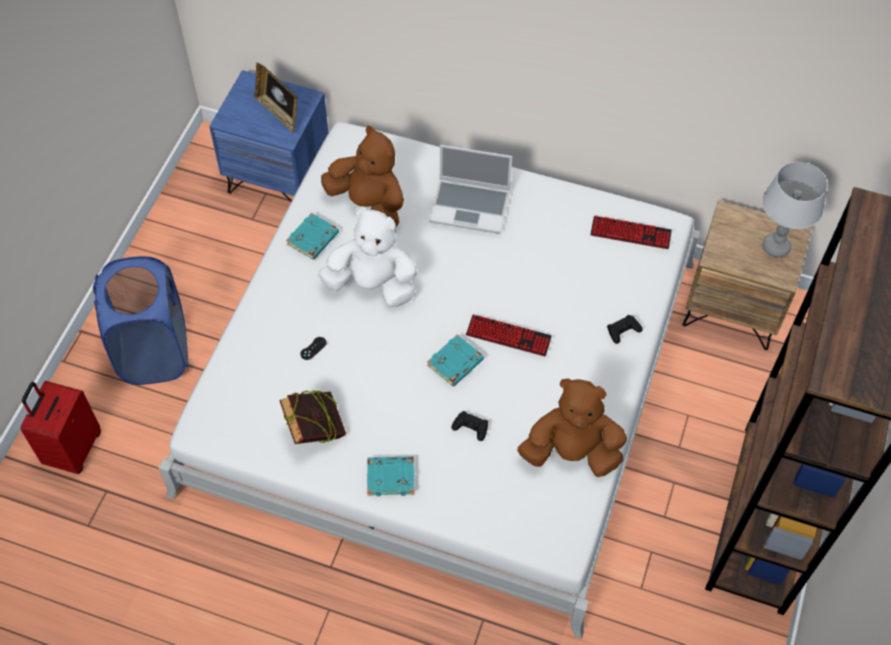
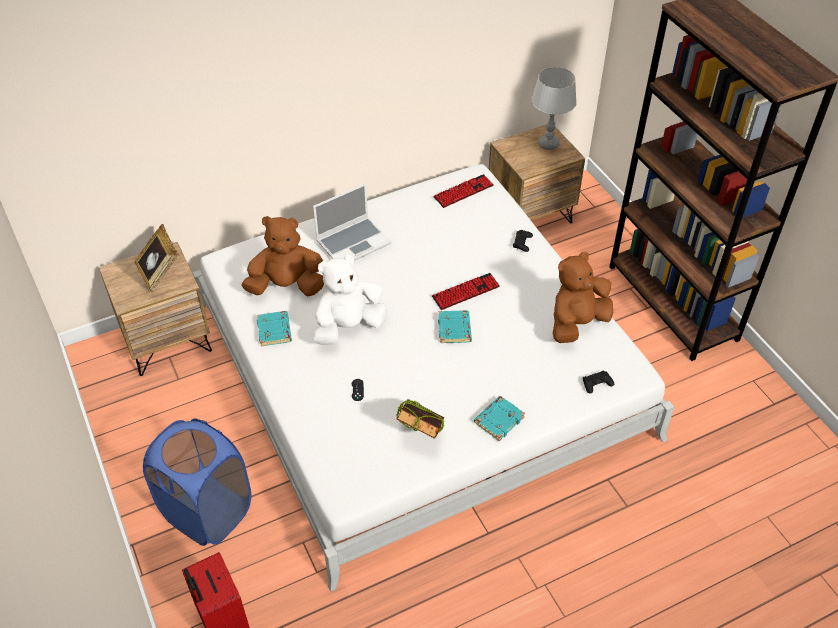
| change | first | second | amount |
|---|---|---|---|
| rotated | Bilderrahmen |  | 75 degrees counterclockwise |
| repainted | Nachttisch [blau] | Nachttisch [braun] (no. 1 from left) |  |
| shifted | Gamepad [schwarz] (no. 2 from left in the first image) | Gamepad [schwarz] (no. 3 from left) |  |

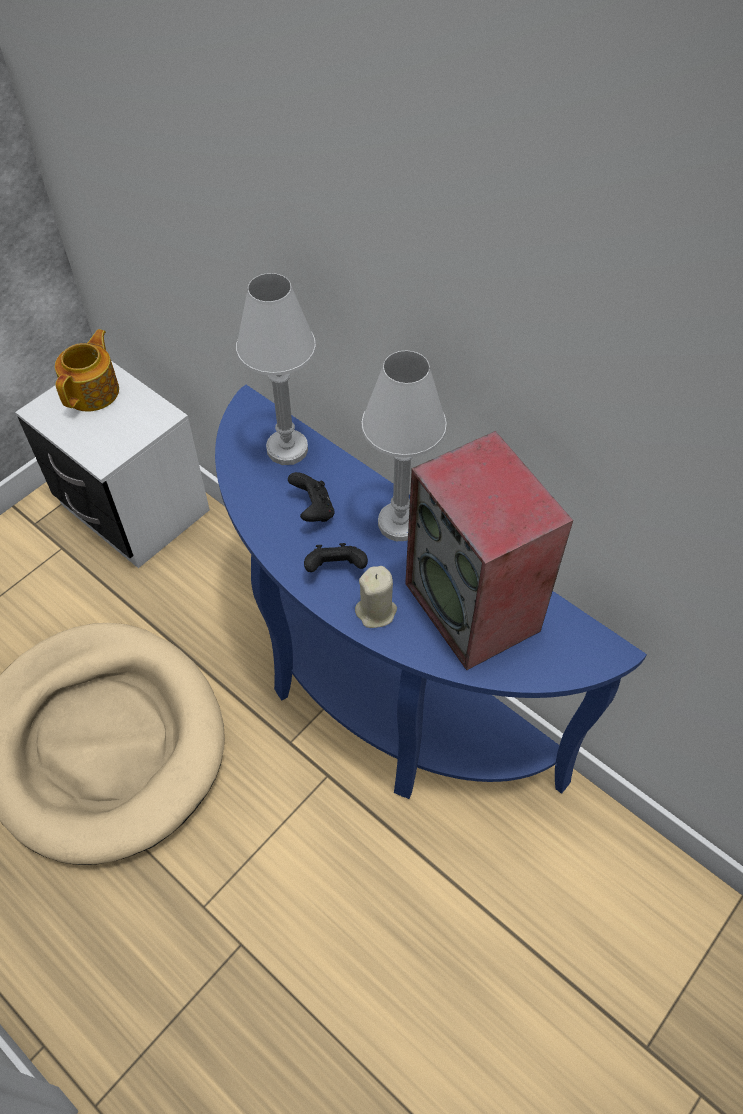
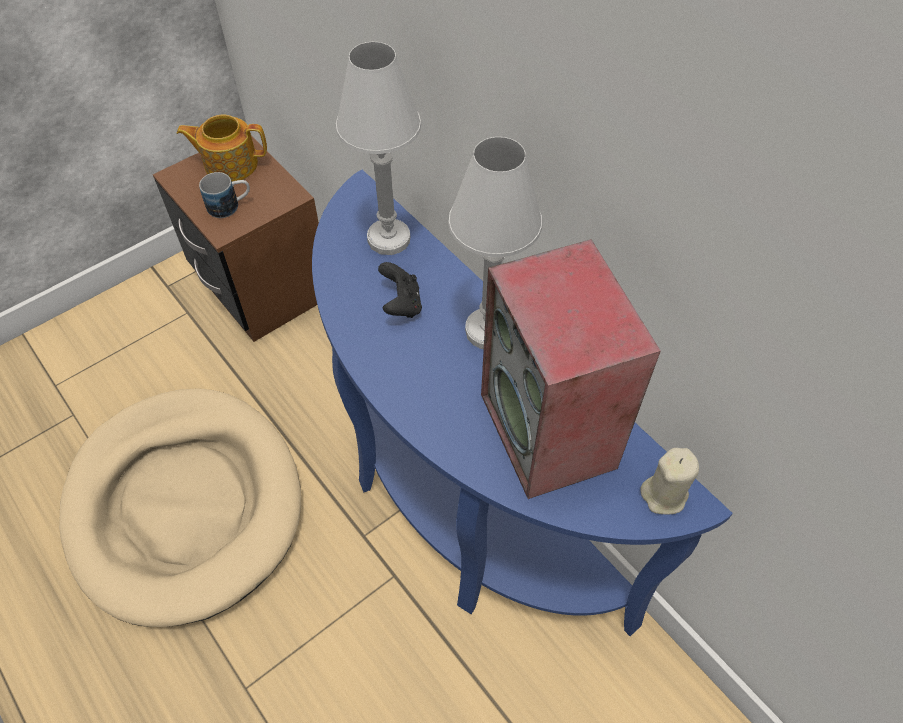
| change | first | second | amount |
|---|---|---|---|
| rotated | Teekanne |  | 120 degrees counterclockwise |
| repainted | Nachttisch [weiß] | Nachttisch [braun] |  |
| gone | Gamepad [schwarz] (no. 2 from left) |  |  |
| shifted | Kerze [beige] |  |  |
| new |  | Henkelbecher |  |

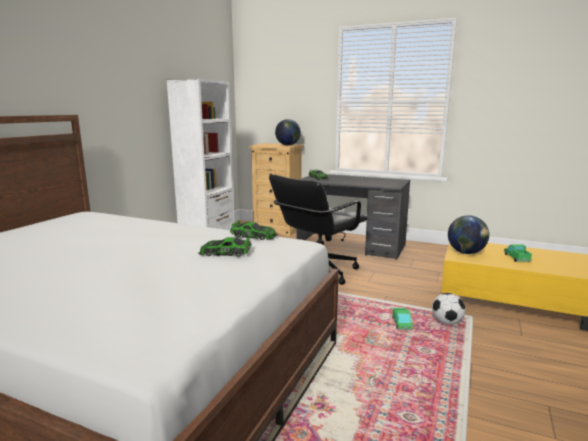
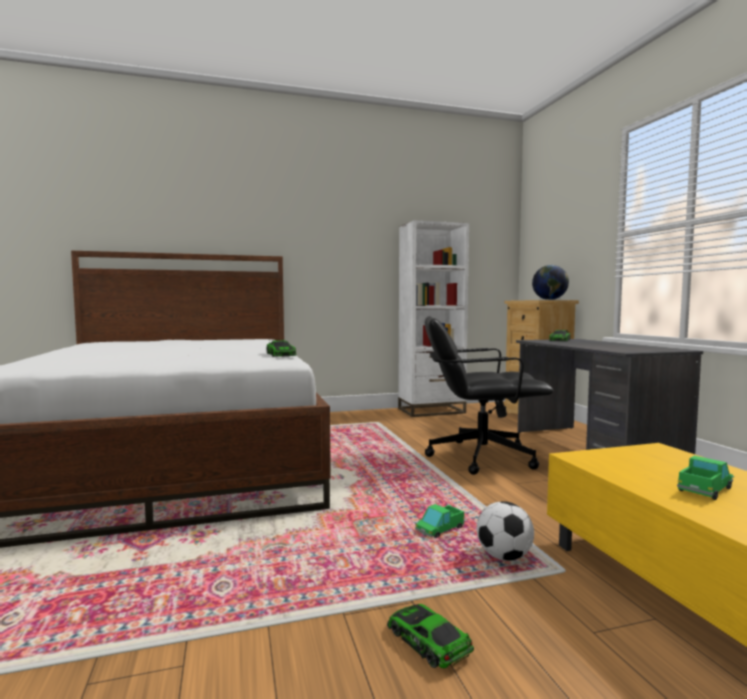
| change | first | second | amount |
|---|---|---|---|
| gone | Globus (no. 2 from left) |  |  |
| shifted | Spielzeugauto (no. 1 from left in the first image) | Spielzeugauto (no. 2 from left) |  |

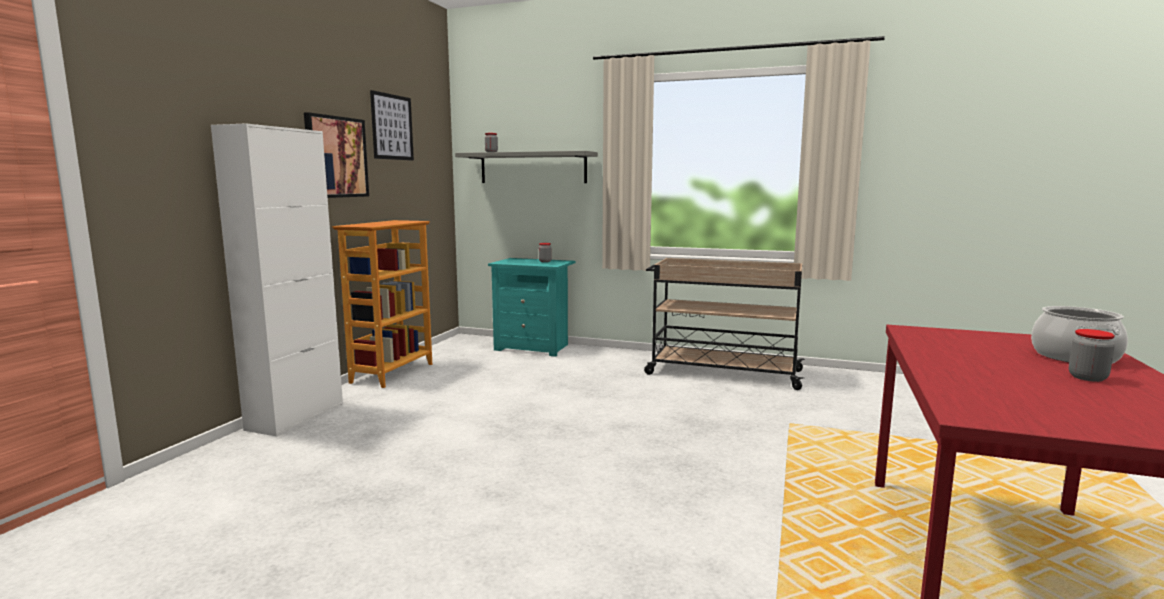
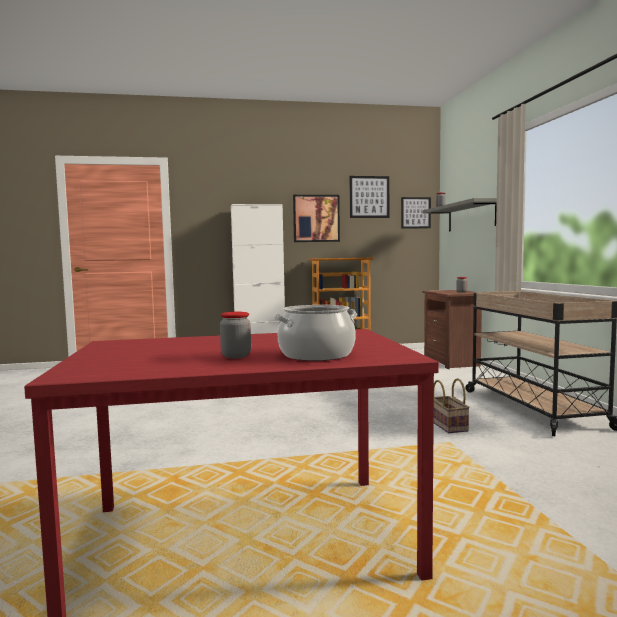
| change | first | second | amount |
|---|---|---|---|
| repainted | Nachttisch [türkis] | Nachttisch [braun] |  |
| new |  | Bild (no. 3 from left) |  |
| new |  | Korb |  |

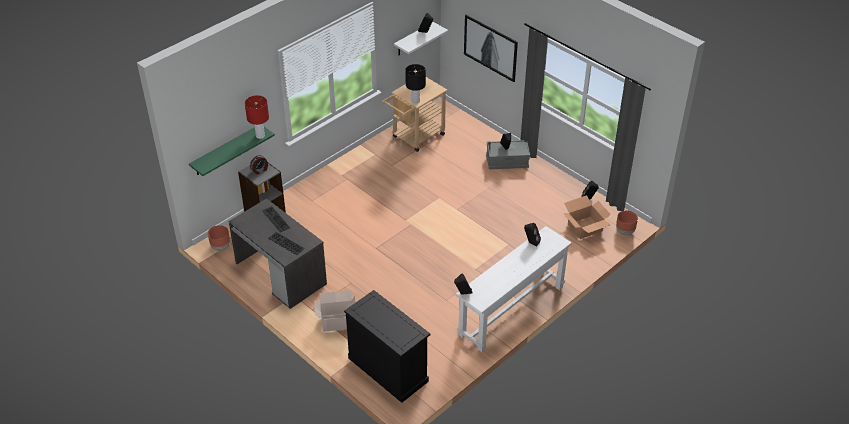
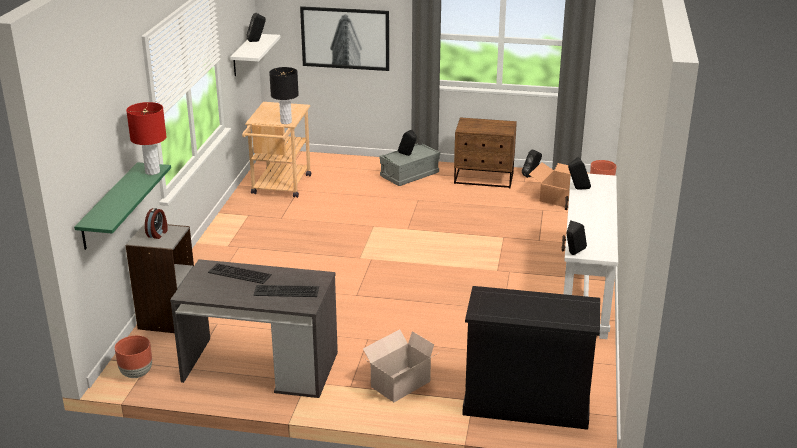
| change | first | second | amount |
|---|---|---|---|
| new |  | Nachttisch [braun] |  |

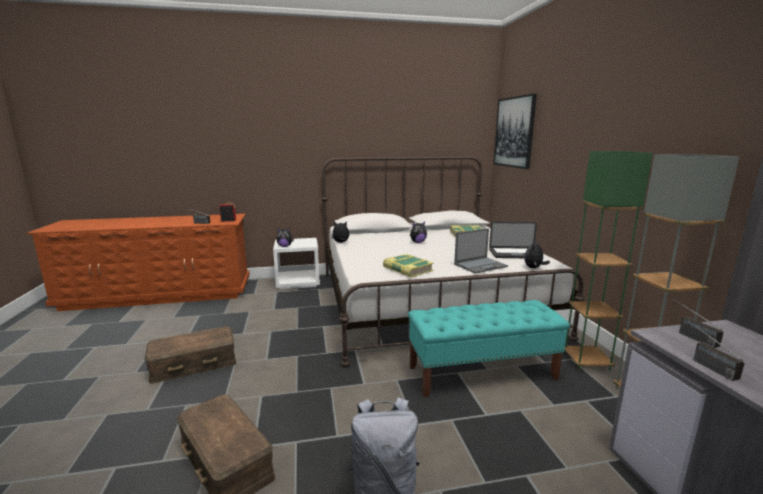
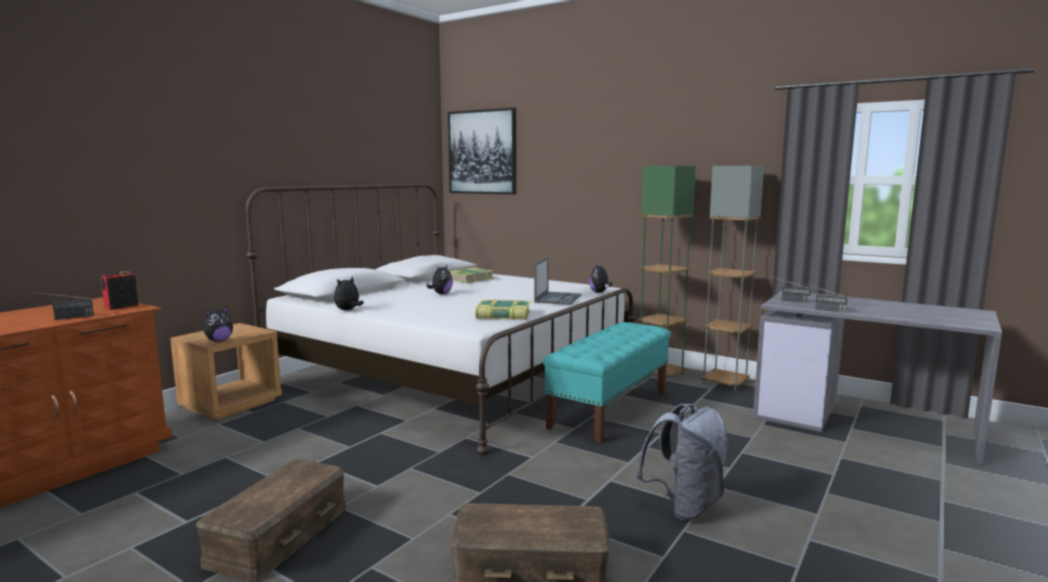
| change | first | second | amount |
|---|---|---|---|
| gone | Laptop (no. 2 from left) |  |  |
| repainted | Nachttisch [weiß] | Nachttisch [braun] |  |

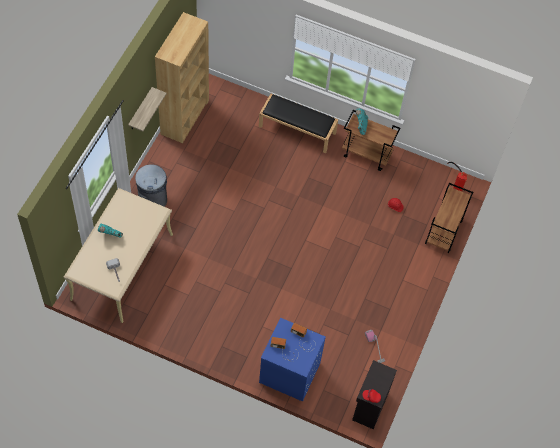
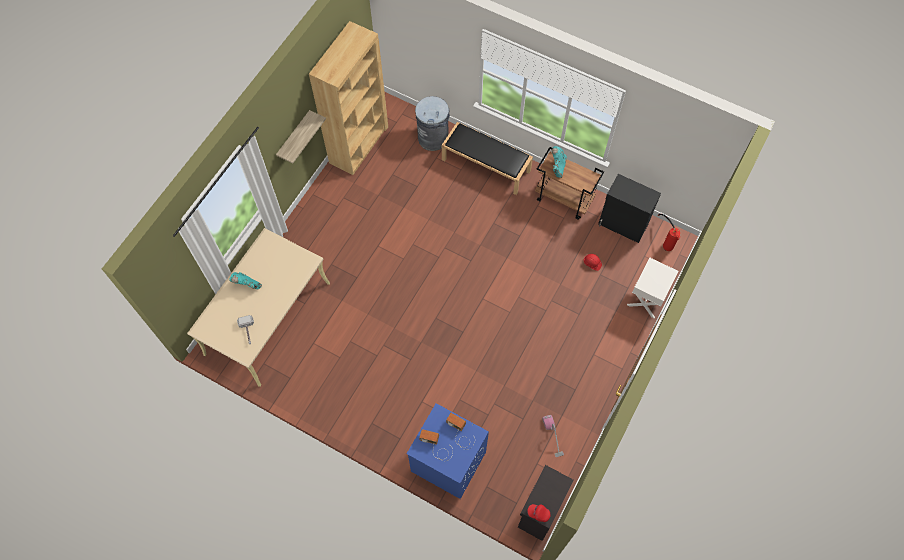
| change | first | second | amount |
|---|---|---|---|
| shifted | Mülleimer [grau] |  |  |
| swapped | Rollwagen [braun] (no. 2 from left) | Nachttisch [weiß] |  |
| new |  | Schrank [schwarz] (no. 2 from left) |  |

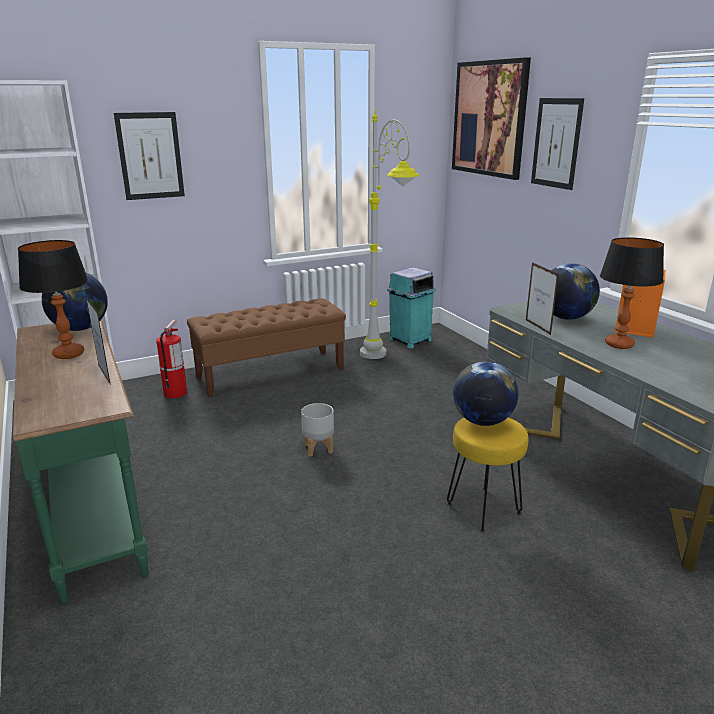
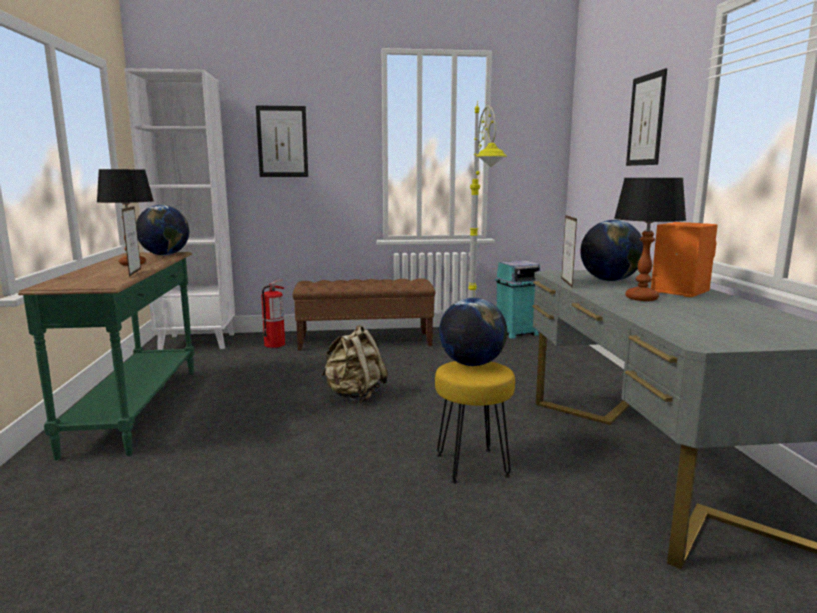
| change | first | second | amount |
|---|---|---|---|
| gone | Bild (no. 2 from left) |  |  |
| swapped | Pflanzkübel [grau] | Rucksack [beige] |  |

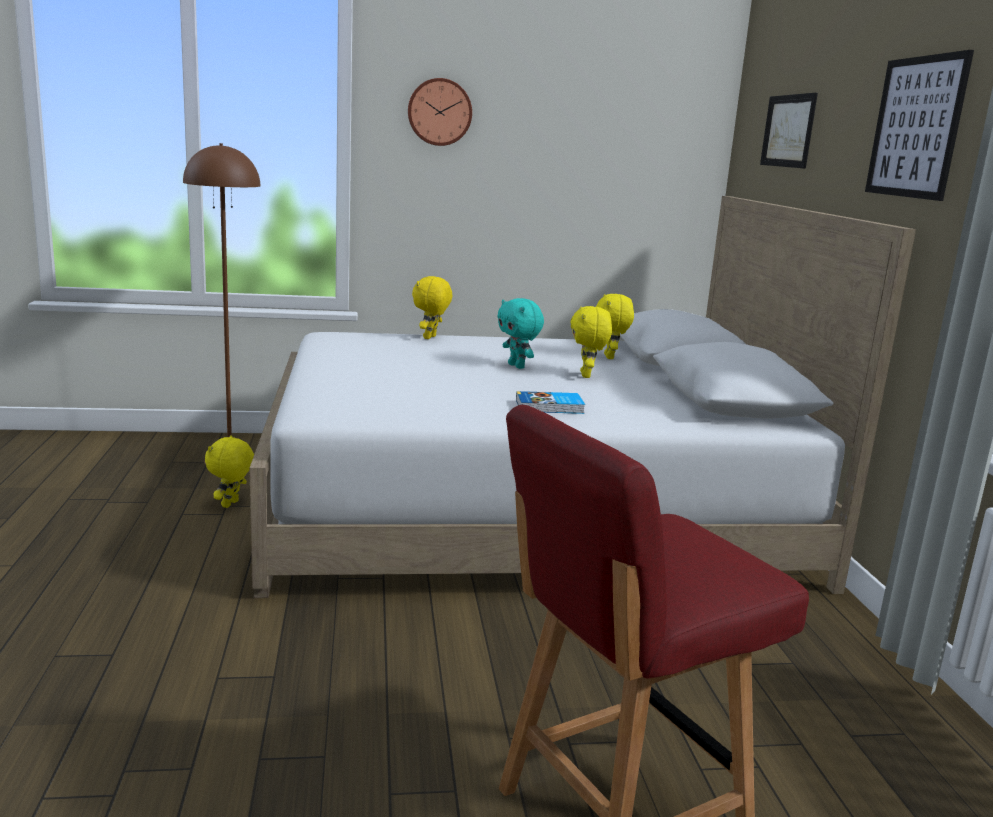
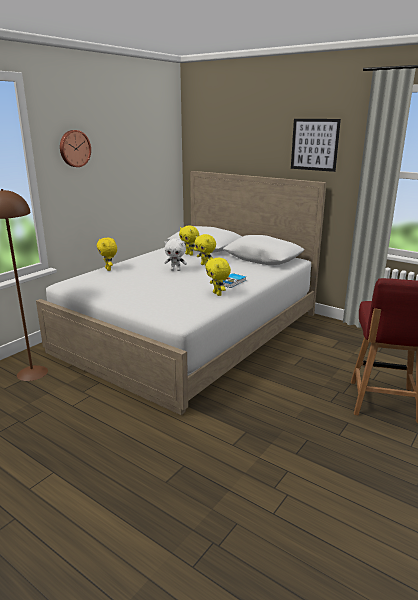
| change | first | second | amount |
|---|---|---|---|
| gone | Bild (no. 1 from left) |  |  |
| repainted | Plüschtier [türkis] | Plüschtier [weiß] |  |
| shifted | Plüschtier [gelb] (no. 1 from left in the first image) | Plüschtier [gelb] (no. 4 from left) |  |

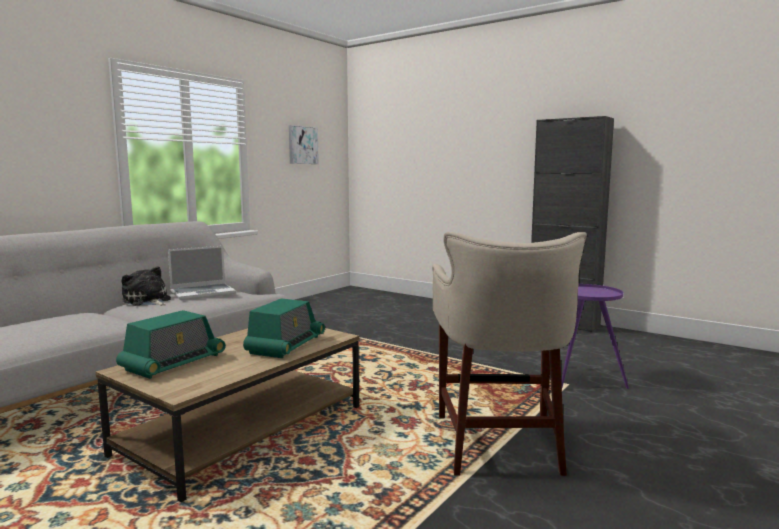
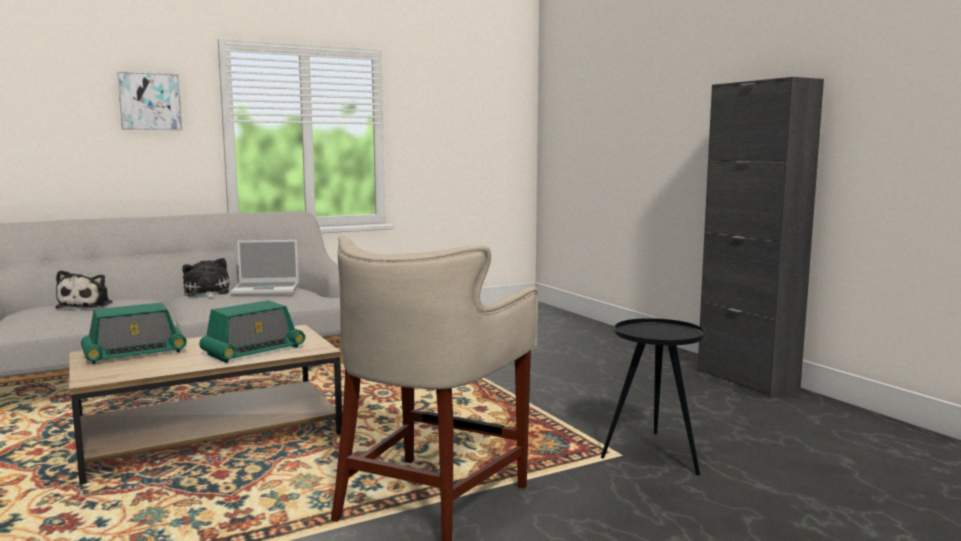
| change | first | second | amount |
|---|---|---|---|
| shifted | Bild |  |  |
| repainted | Beistelltisch [lila] | Beistelltisch [schwarz] |  |
| new |  | Plüschtier (no. 1 from left) |  |

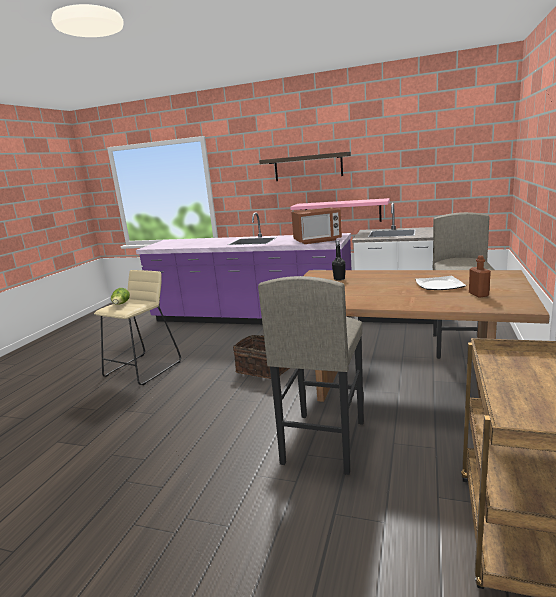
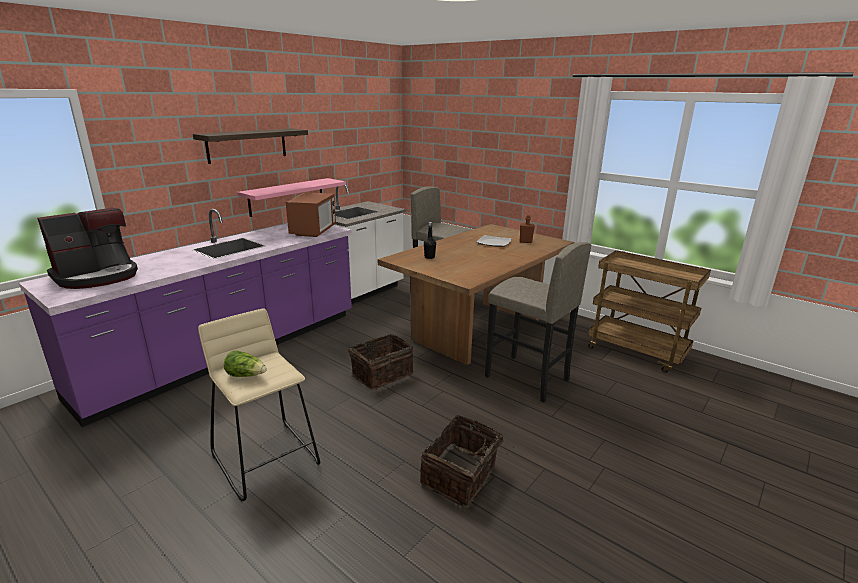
| change | first | second | amount |
|---|---|---|---|
| new |  | Kaffeemaschine |  |
| new |  | Korb (no. 2 from left) |  |

